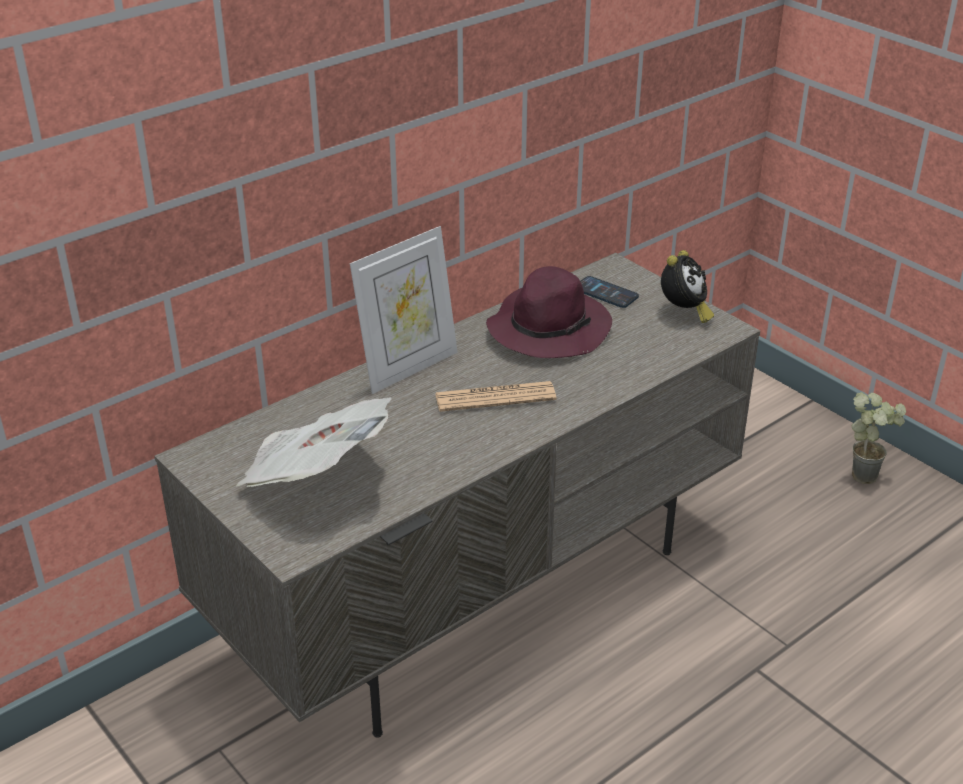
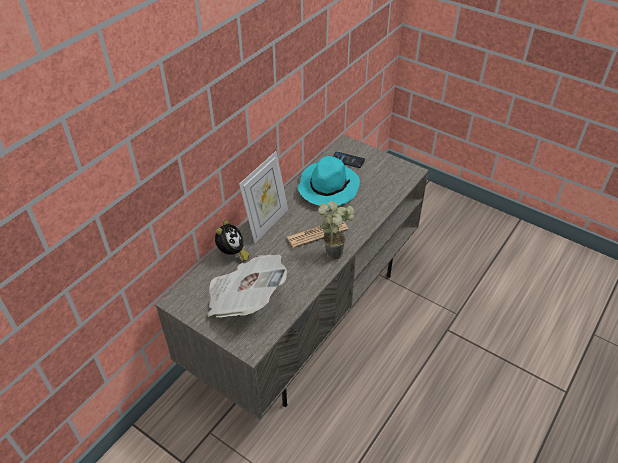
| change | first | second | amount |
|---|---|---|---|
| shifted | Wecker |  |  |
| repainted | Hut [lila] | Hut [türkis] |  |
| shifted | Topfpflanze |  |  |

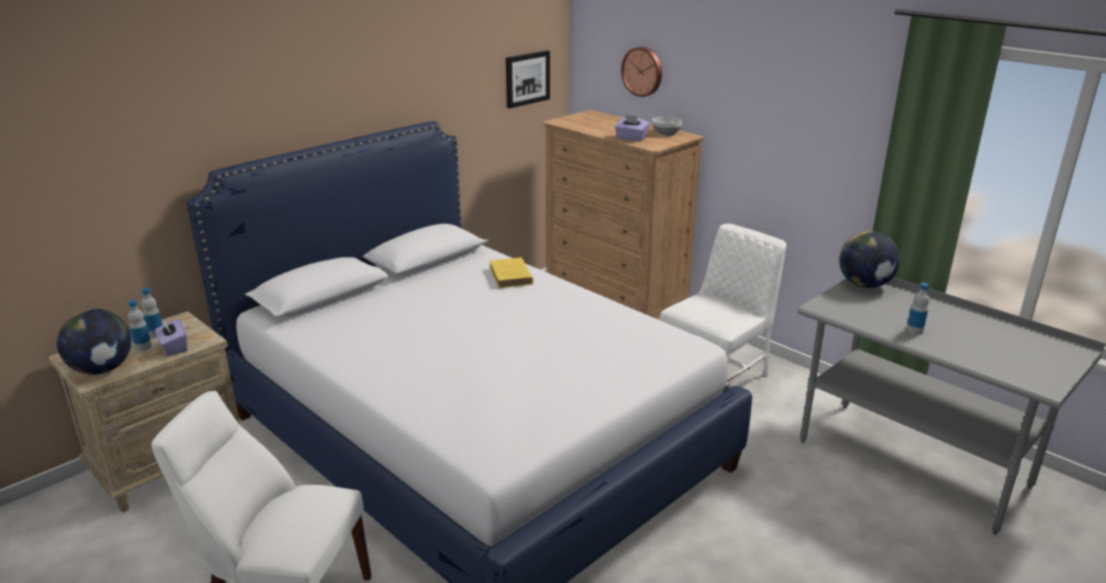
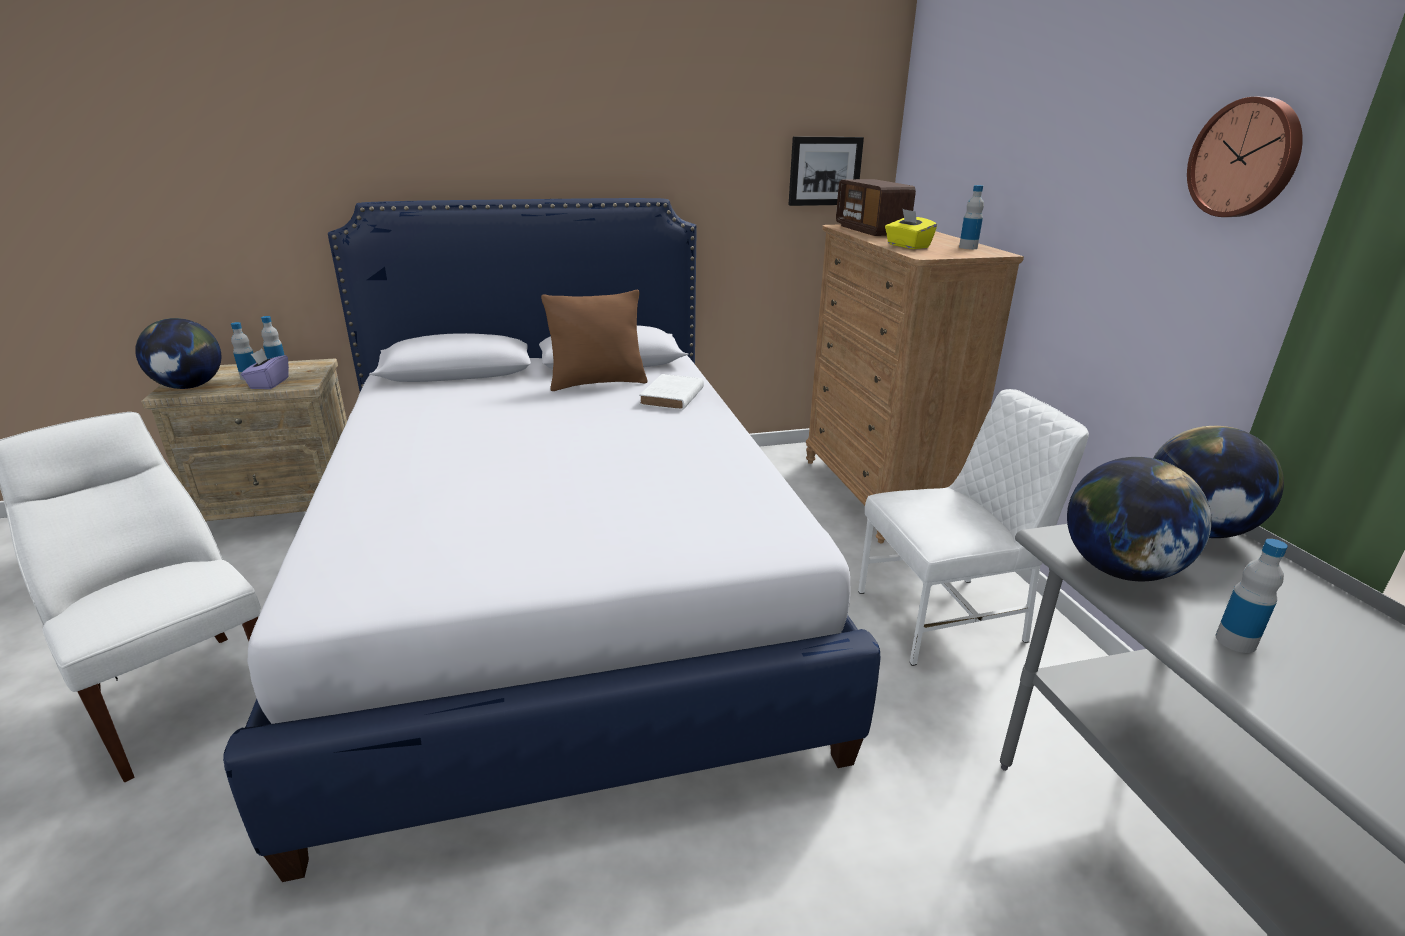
| change | first | second | amount |
|---|---|---|---|
| shifted | Wanduhr |  |  |
| repainted | Taschentuchbox [lila] (no. 2 from left) | Taschentuchbox [gelb] |  |
| swapped | Schüssel | Flasche (no. 3 from left) |  |
| repainted | Buch [gelb] | Buch [weiß] |  |
| new |  | Radio |  |
| new |  | Kissen [braun] |  |
| new |  | Globus (no. 2 from left) |  |

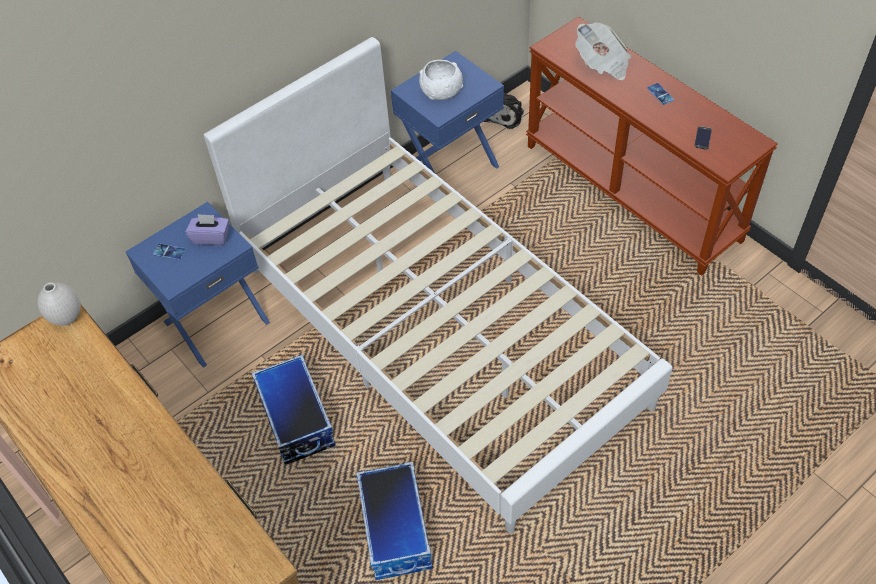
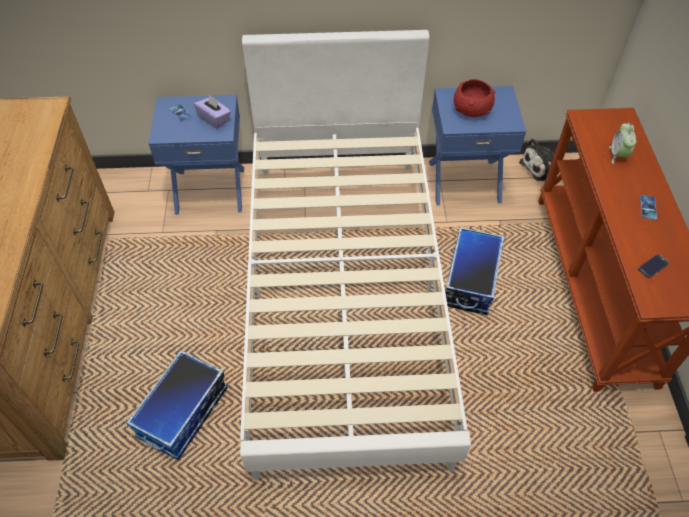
| change | first | second | amount |
|---|---|---|---|
| swapped | Zeitung | Wecker |  |
| repainted | Schüssel [weiß] | Schüssel [rot] |  |
| gone | Vase [weiß] |  |  |
| shifted | Aufbewahrungsbox (no. 1 from left in the first image) | Aufbewahrungsbox (no. 2 from left) |  |

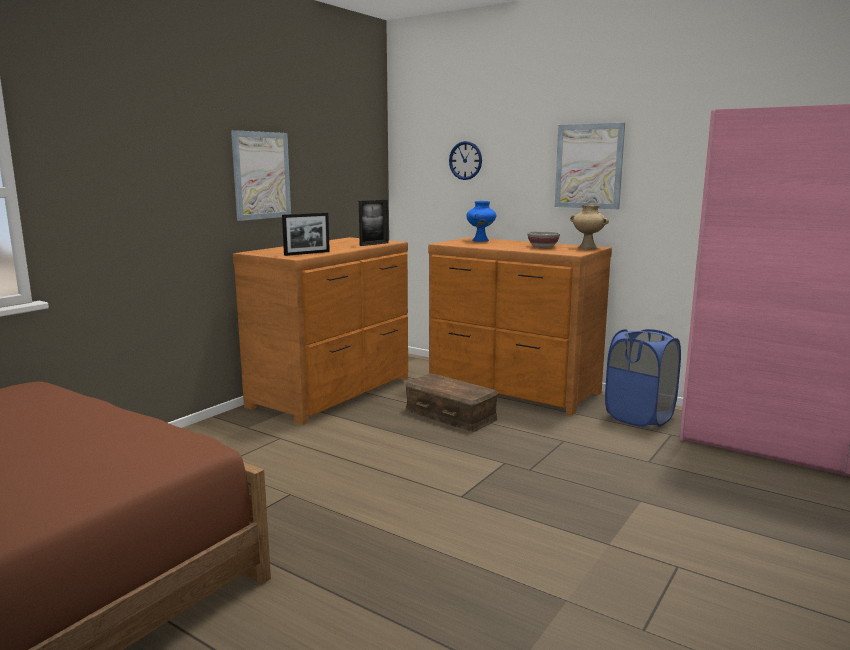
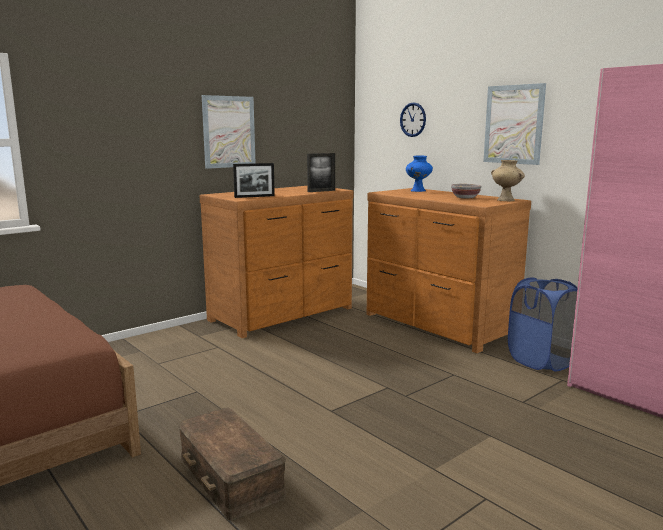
| change | first | second | amount |
|---|---|---|---|
| shifted | Aufbewahrungsbox [braun] |  |  |

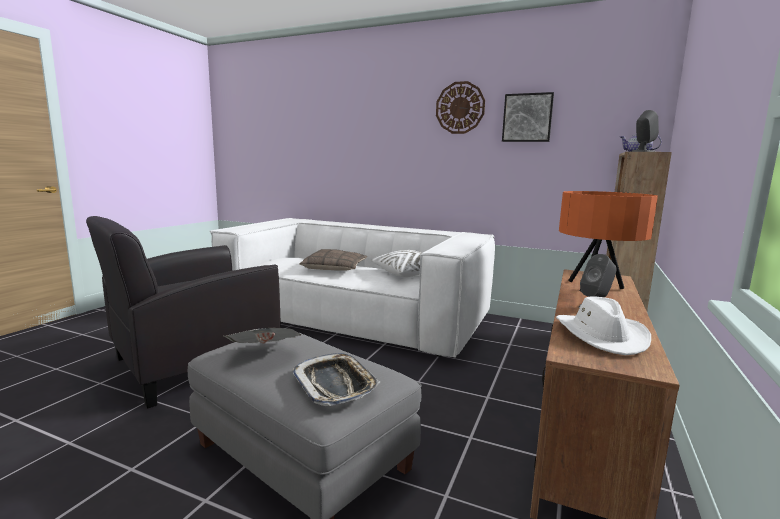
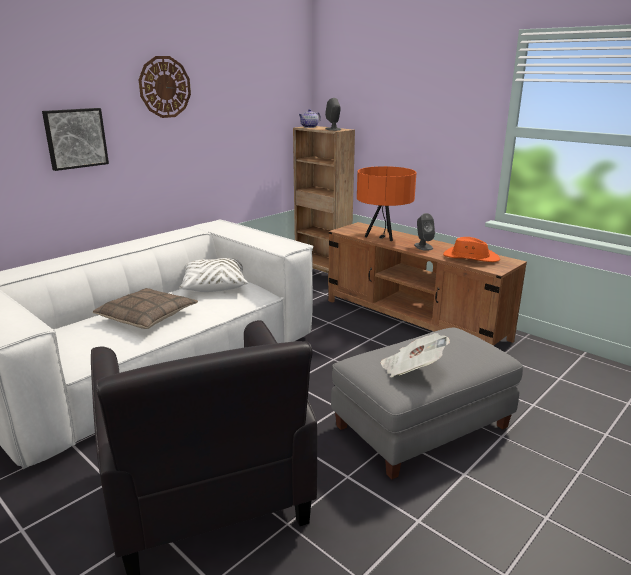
| change | first | second | amount |
|---|---|---|---|
| shifted | Bild |  |  |
| repainted | Hut [weiß] | Hut [orange] |  |
| gone | Tablett |  |  |

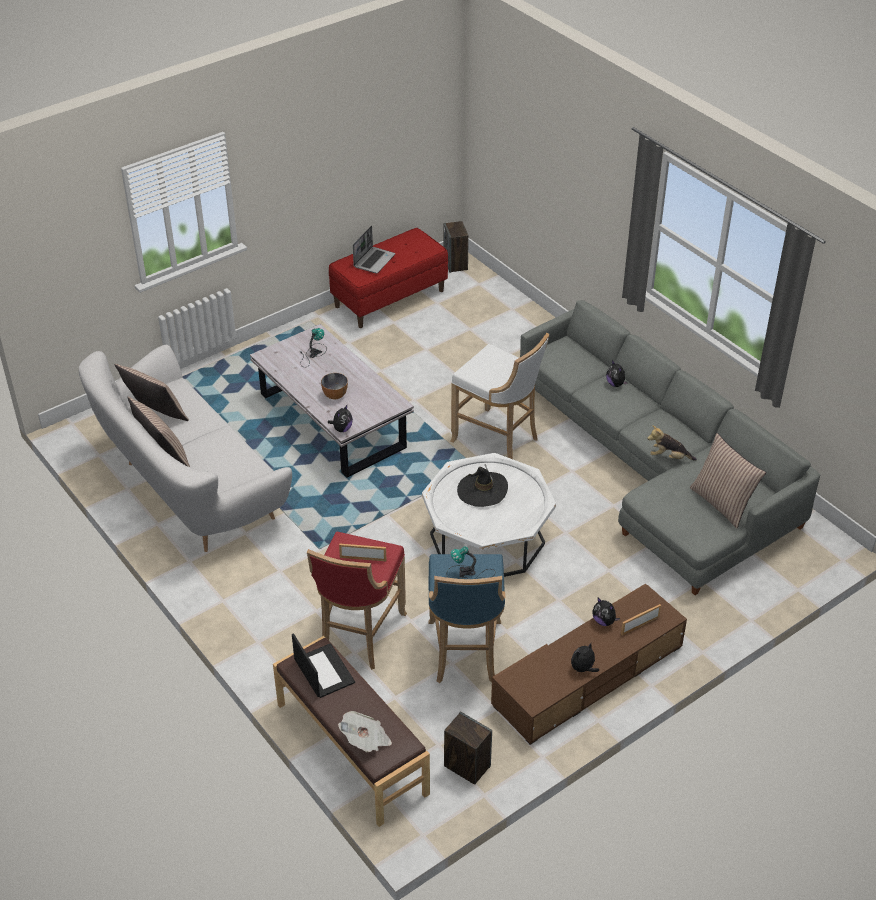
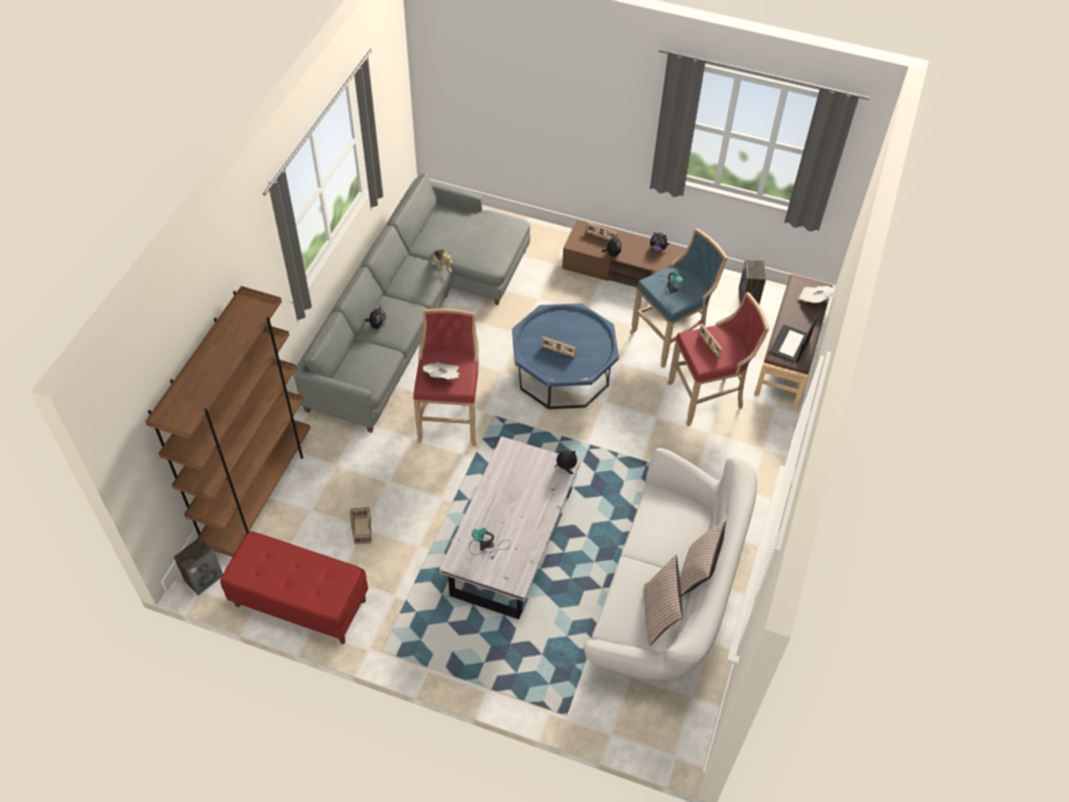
| change | first | second | amount |
|---|---|---|---|
| gone | Laptop (no. 2 from left) |  |  |
| repainted | Hocker [weiß] | Hocker [rot] (no. 1 from left) |  |
| gone | Schüssel |  |  |
| gone | Kissen (no. 3 from left) |  |  |
| repainted | Couchtisch [weiß] (no. 2 from left) | Couchtisch [blau] |  |
| swapped | Hut [schwarz] | Bilderrahmen (no. 1 from left) |  |
| new |  | Bücherregal [braun] |  |
| new |  | Zeitung (no. 1 from left) |  |
| new |  | Korb |  |

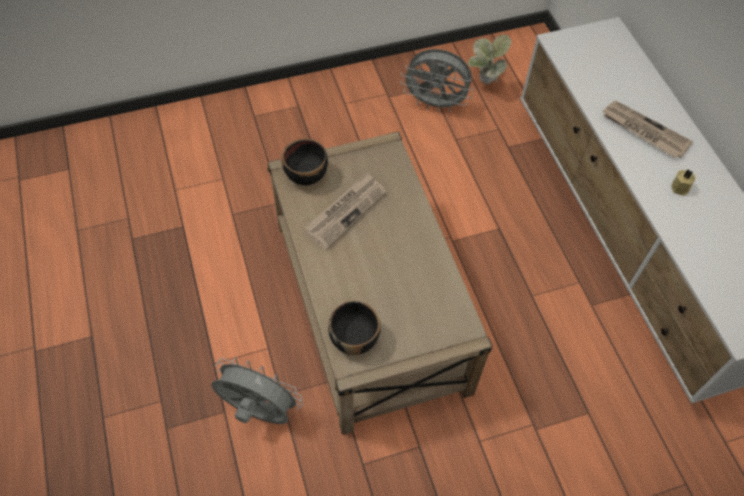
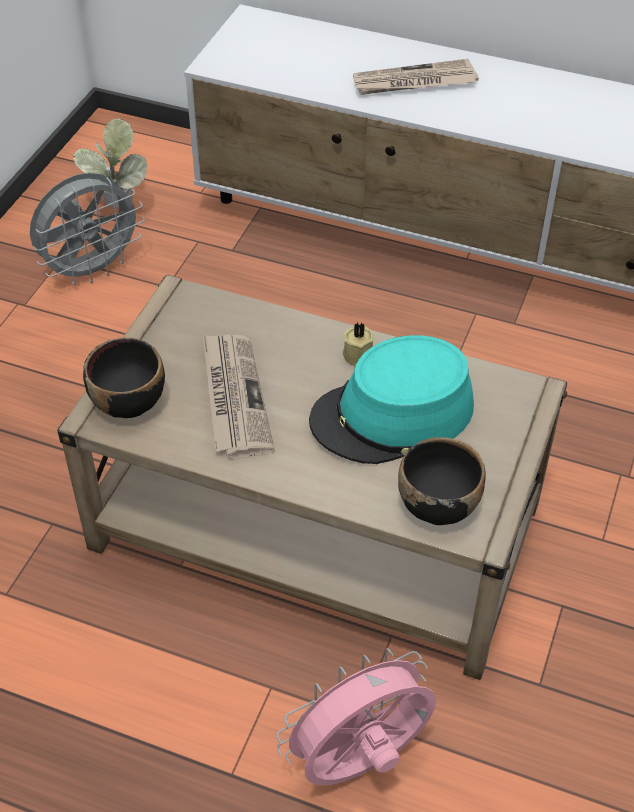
| change | first | second | amount |
|---|---|---|---|
| shifted | Kerze [beige] |  |  |
| repainted | Ventilator [grau] (no. 1 from left) | Ventilator [rosa] |  |
| new |  | Hut [türkis] |  |

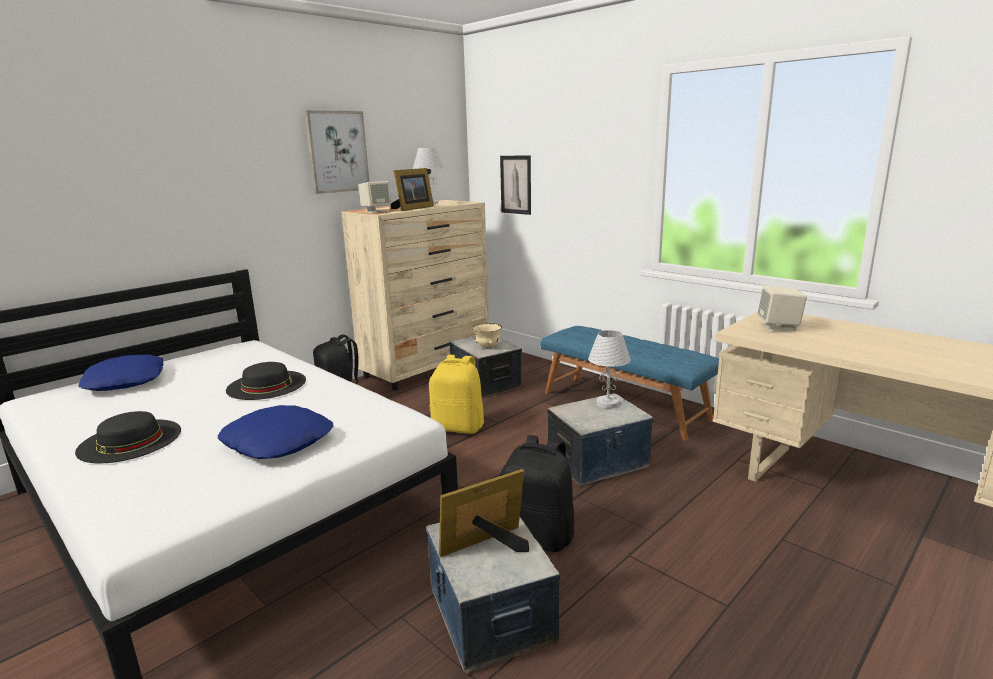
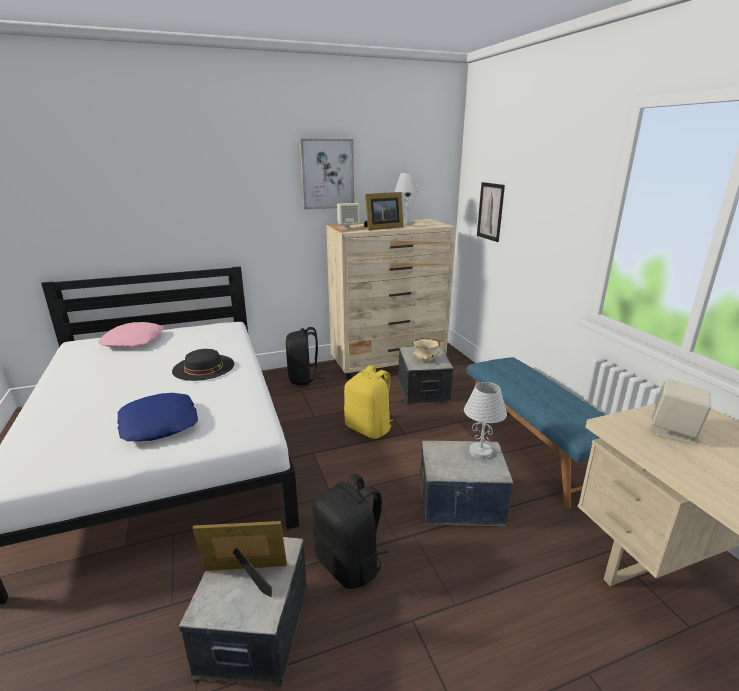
| change | first | second | amount |
|---|---|---|---|
| repainted | Kissen [blau] (no. 1 from left) | Kissen [rosa] |  |
| gone | Hut [schwarz] (no. 1 from left) |  |  |

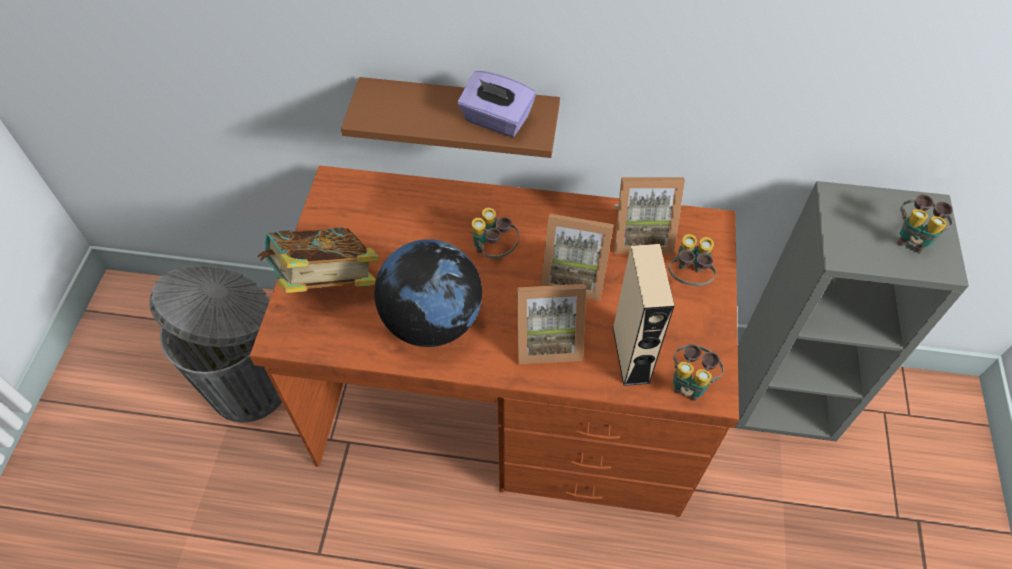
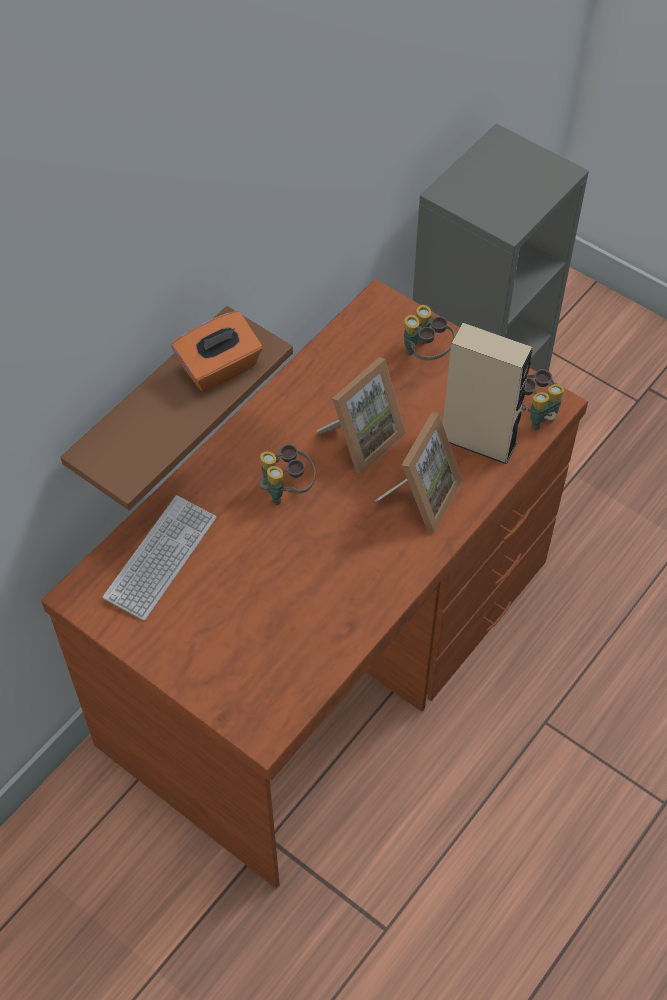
| change | first | second | amount |
|---|---|---|---|
| repainted | Taschentuchbox [lila] | Taschentuchbox [orange] |  |
| gone | Bilderrahmen (no. 3 from left) |  |  |
| gone | Fernglas (no. 4 from left) |  |  |
| gone | Buch |  |  |
| gone | Globus |  |  |
| gone | Mülleimer [grau] |  |  |
| new |  | Tastatur |  |

